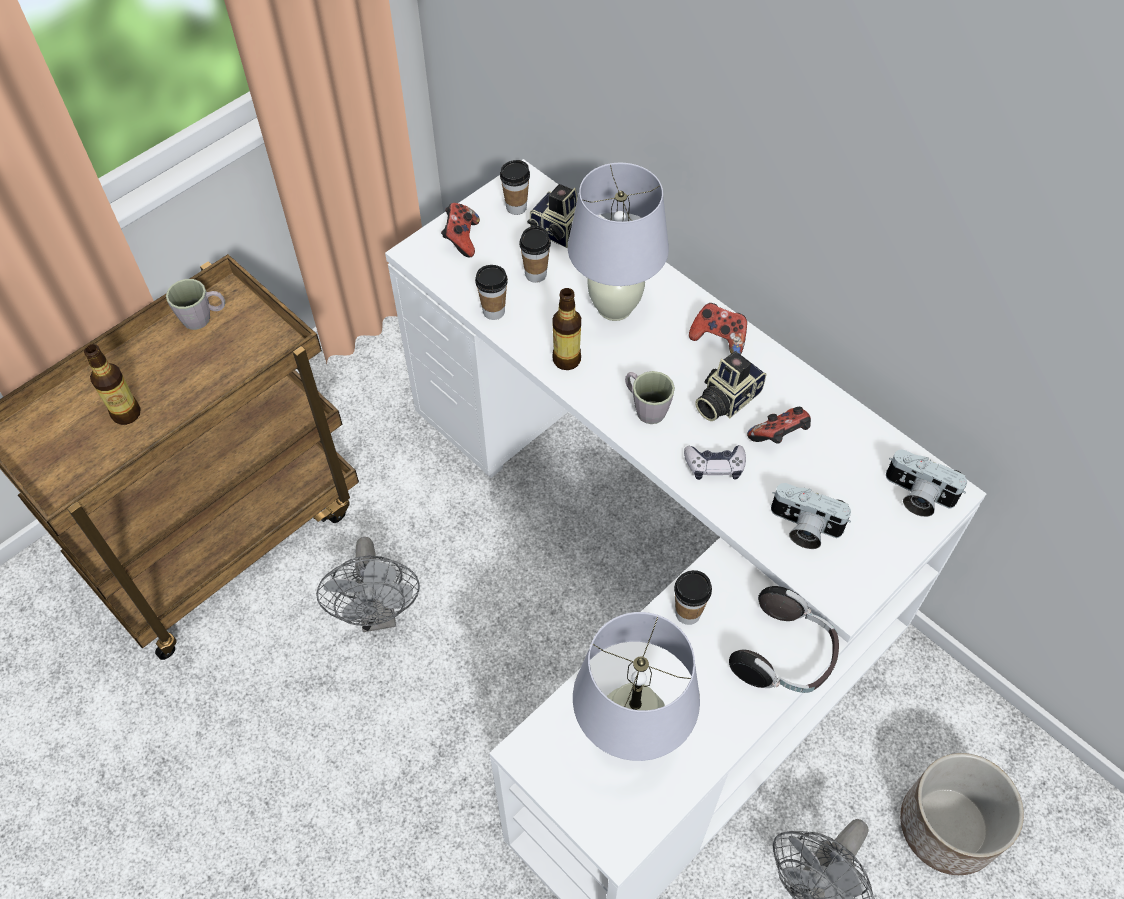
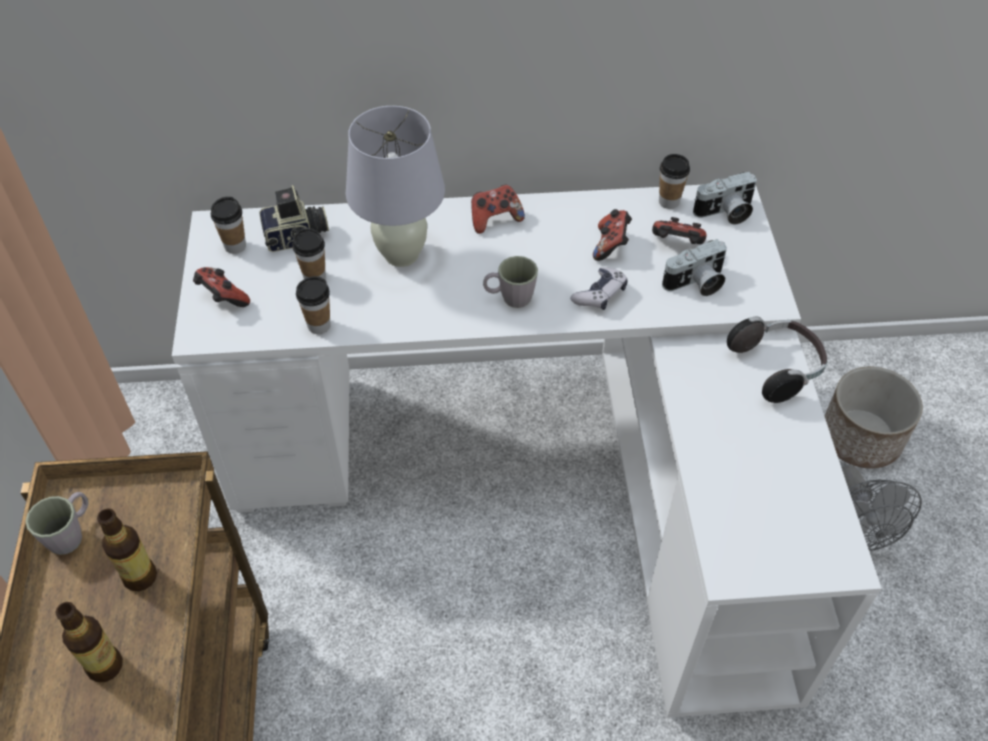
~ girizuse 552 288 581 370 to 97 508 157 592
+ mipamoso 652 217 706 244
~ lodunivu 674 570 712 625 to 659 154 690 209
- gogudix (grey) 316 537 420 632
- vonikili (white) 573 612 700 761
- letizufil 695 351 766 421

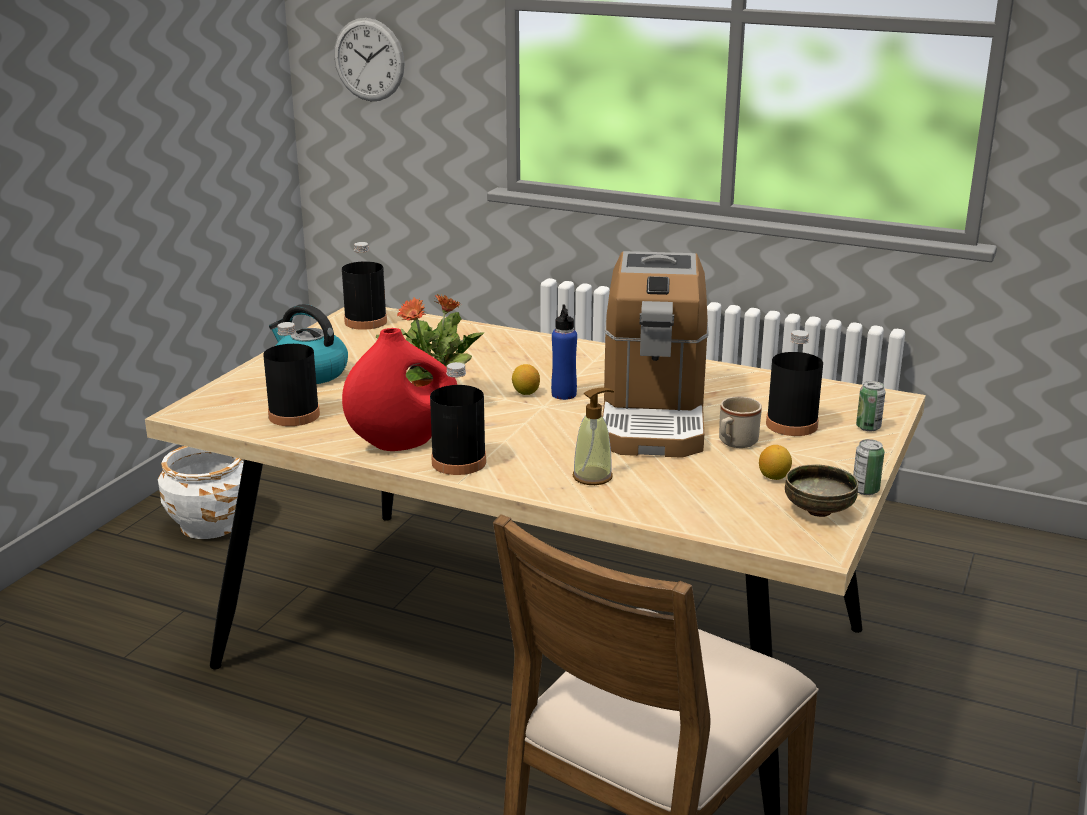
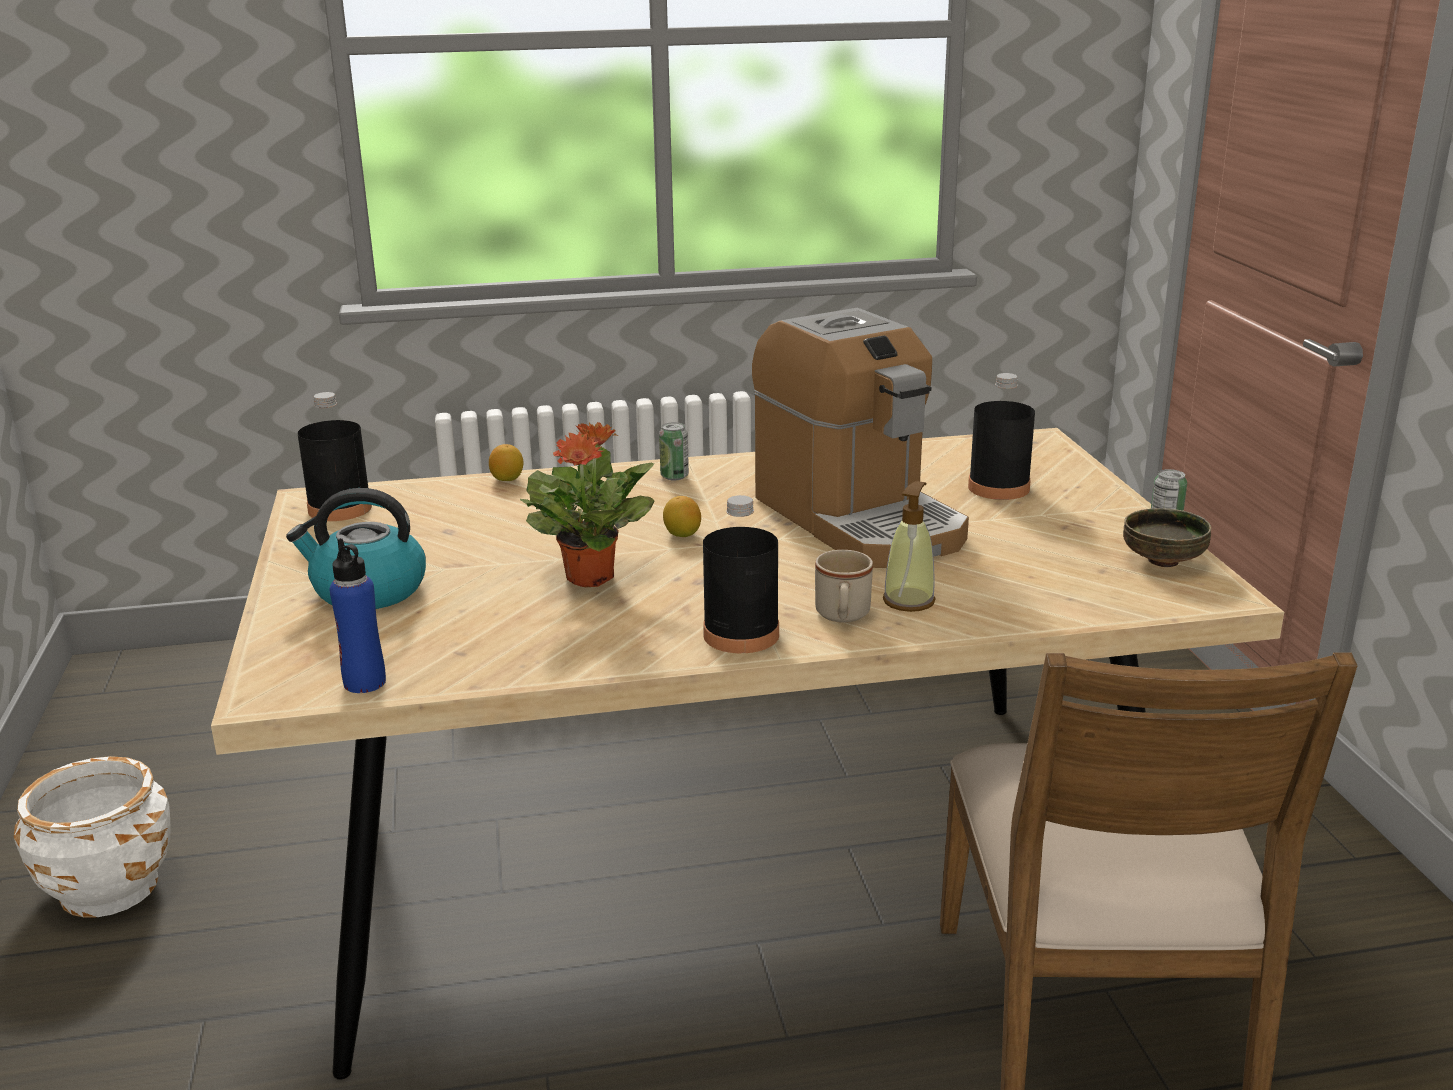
~ girizuse (blue) 551 305 577 400 to 330 538 386 693
~ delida 759 445 792 480 to 489 444 523 481
~ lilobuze 856 381 886 431 to 659 422 689 480
~ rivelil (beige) 719 397 762 448 to 815 550 873 623
- girizuse (black) 263 322 320 426
- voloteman 334 18 405 101
- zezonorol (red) 342 328 457 451

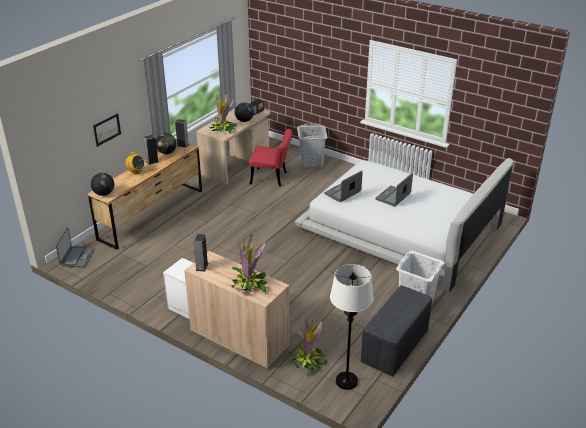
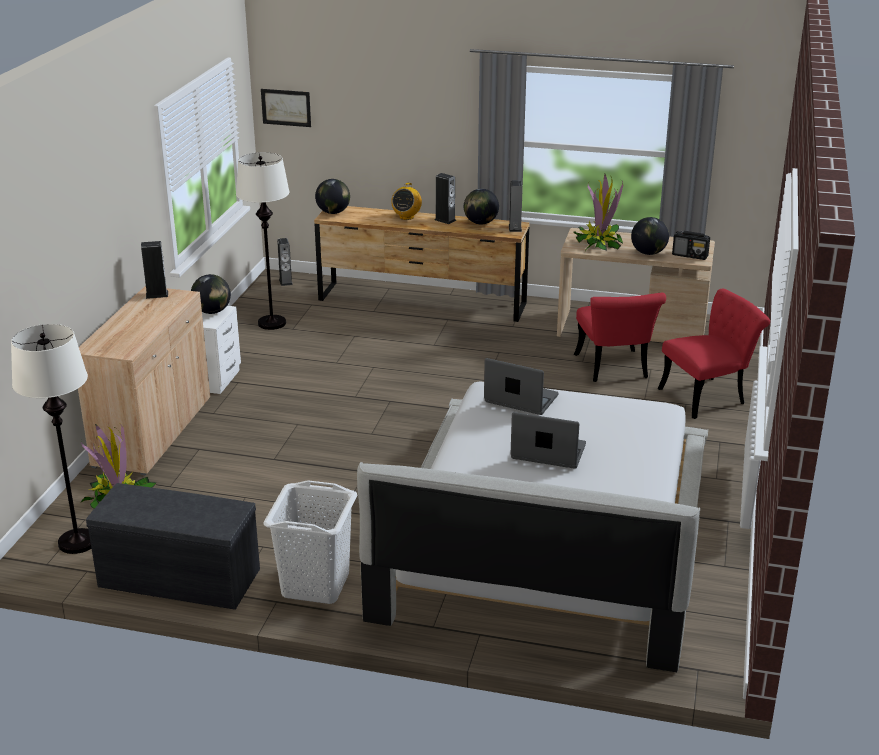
+ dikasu 191 274 231 314
+ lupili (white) 236 152 290 330
~ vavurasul 93 113 121 147 to 261 89 311 127
~ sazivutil 56 227 94 268 to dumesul 277 238 293 286
~ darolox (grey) 297 124 328 168 to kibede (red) 658 288 770 419
- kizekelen 228 234 268 292

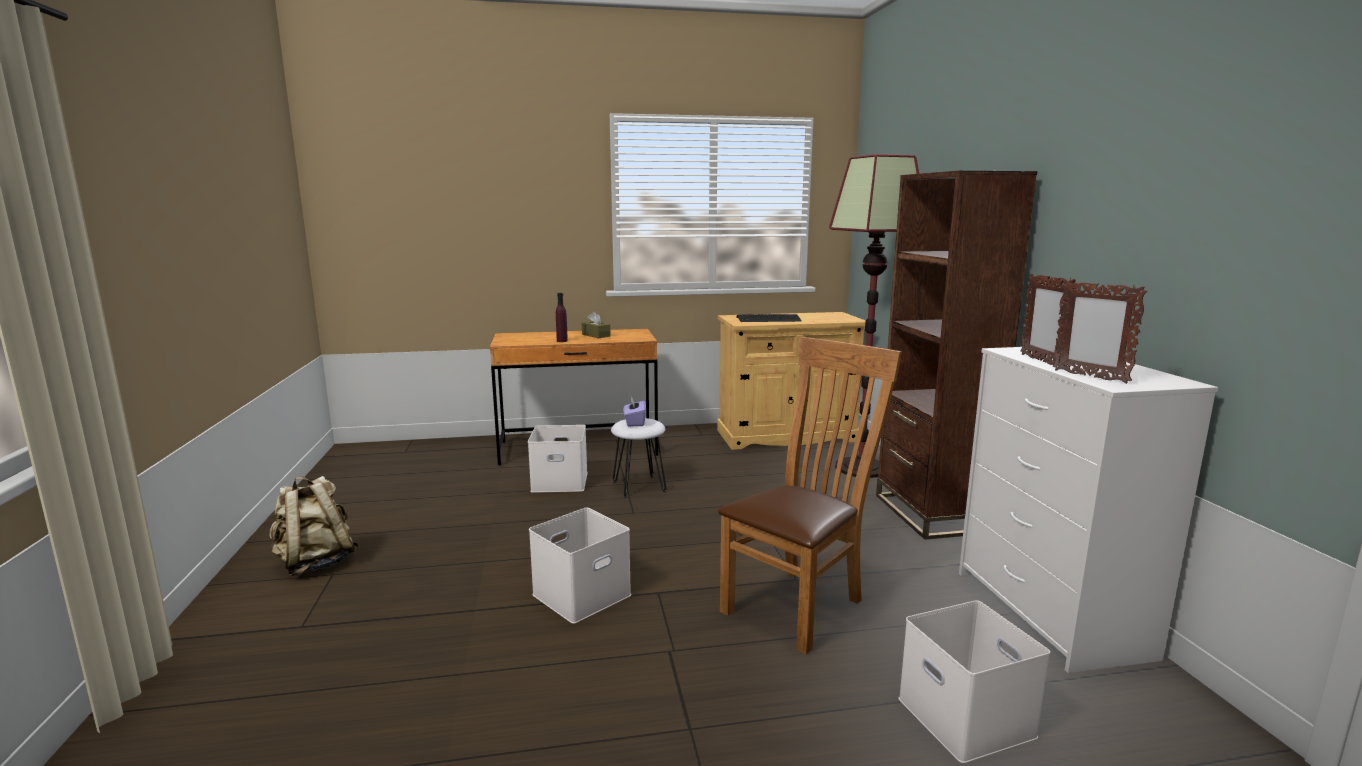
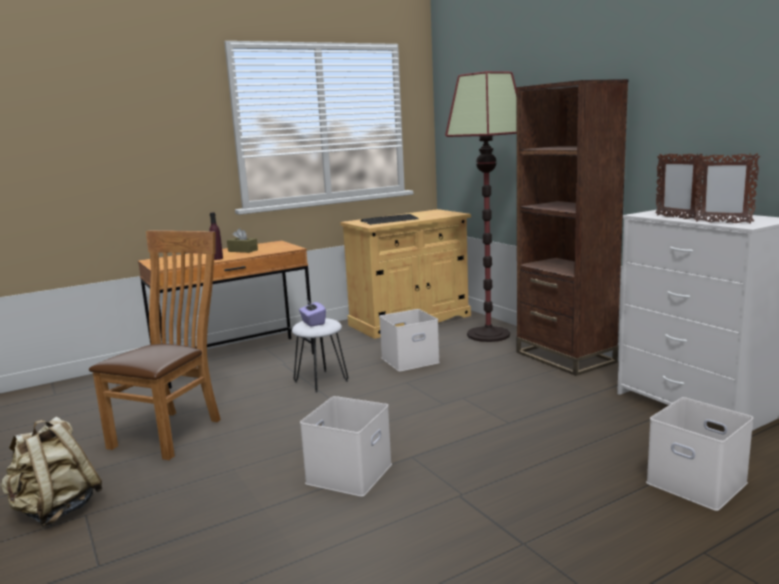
~ kibede (brown) 718 337 902 655 to 89 231 221 460
~ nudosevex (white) 528 425 588 493 to 379 309 440 372

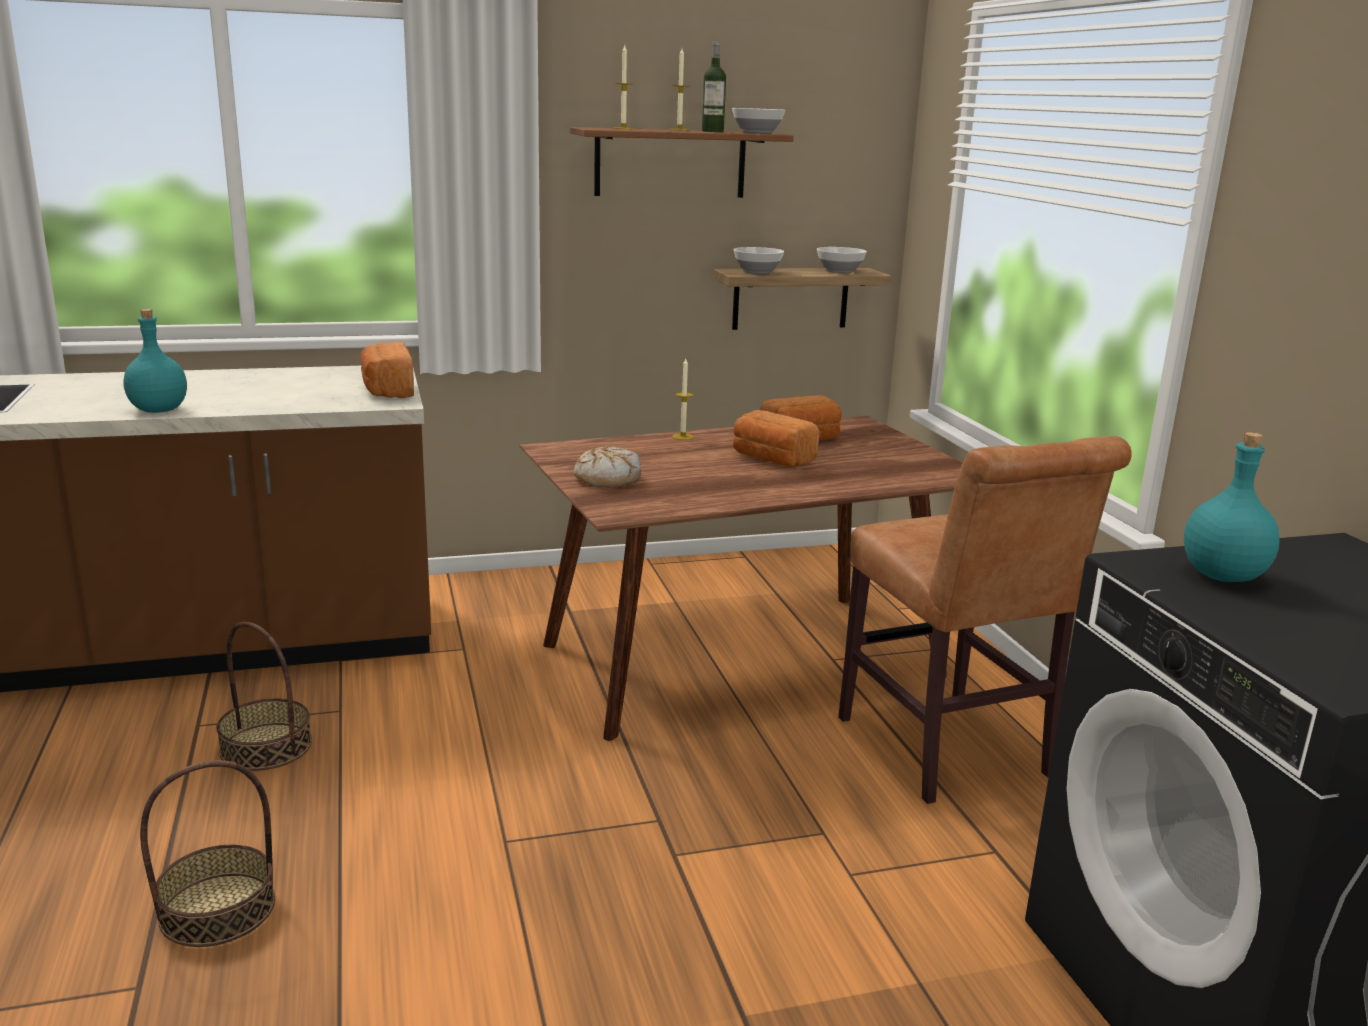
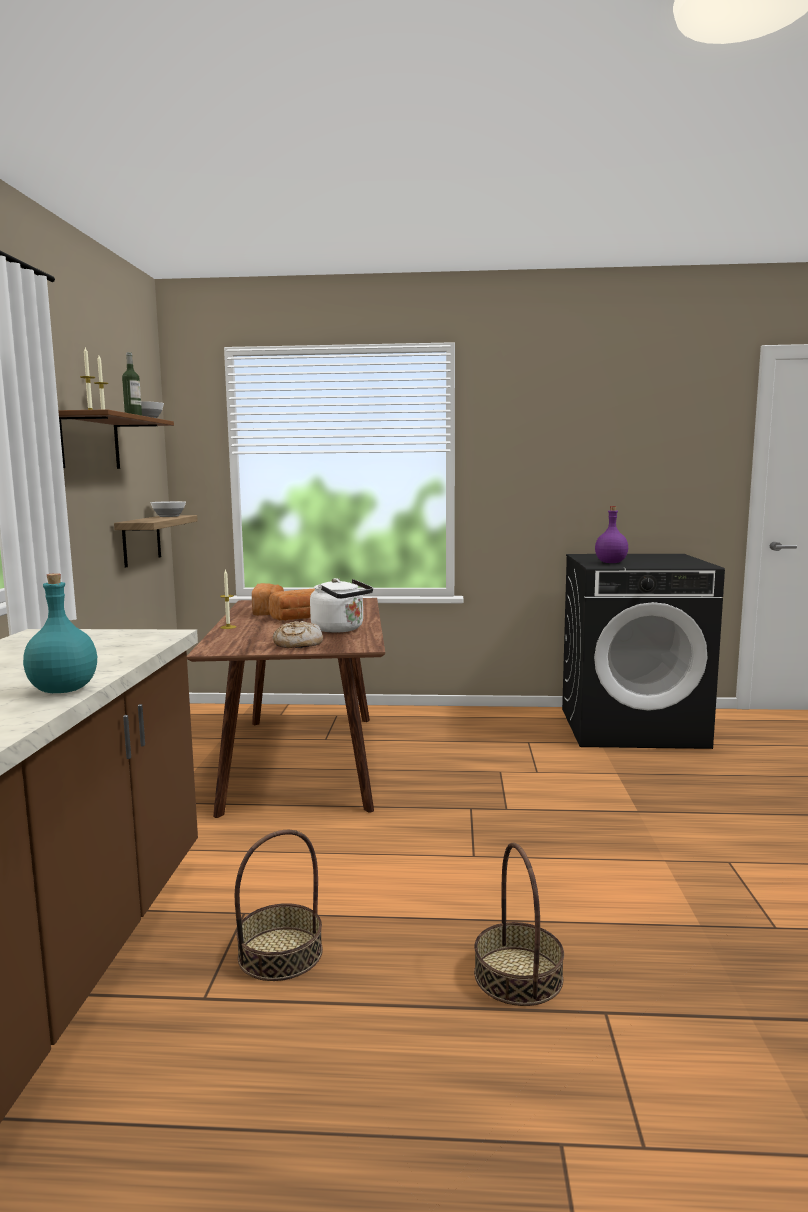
+ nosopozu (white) 310 578 373 633
~ girizuse (turquoise) 1184 432 1280 582 to girizuse (purple) 595 506 628 563
- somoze 360 341 414 398
- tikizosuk 734 247 784 274
- kibede (brown) 838 436 1132 804

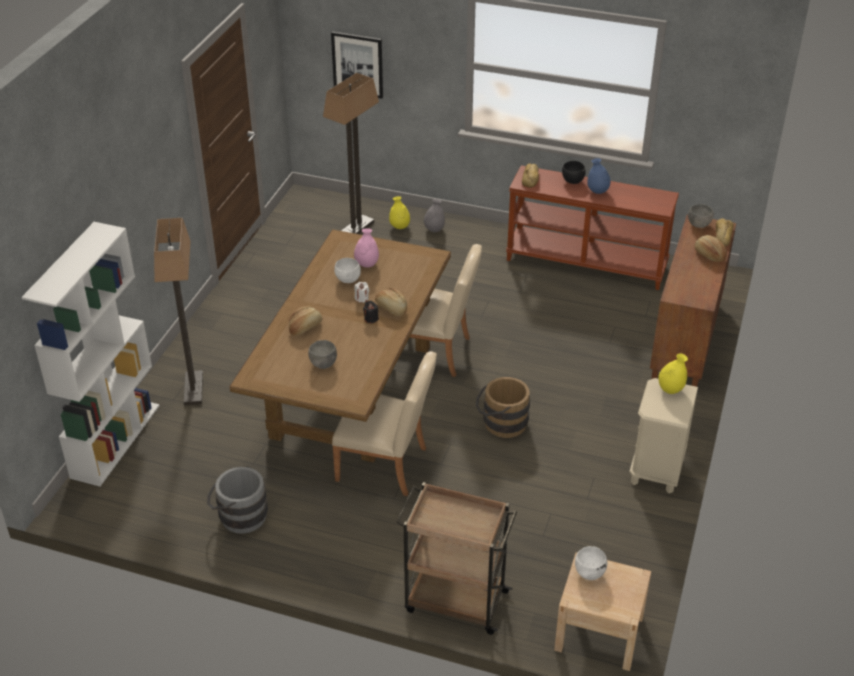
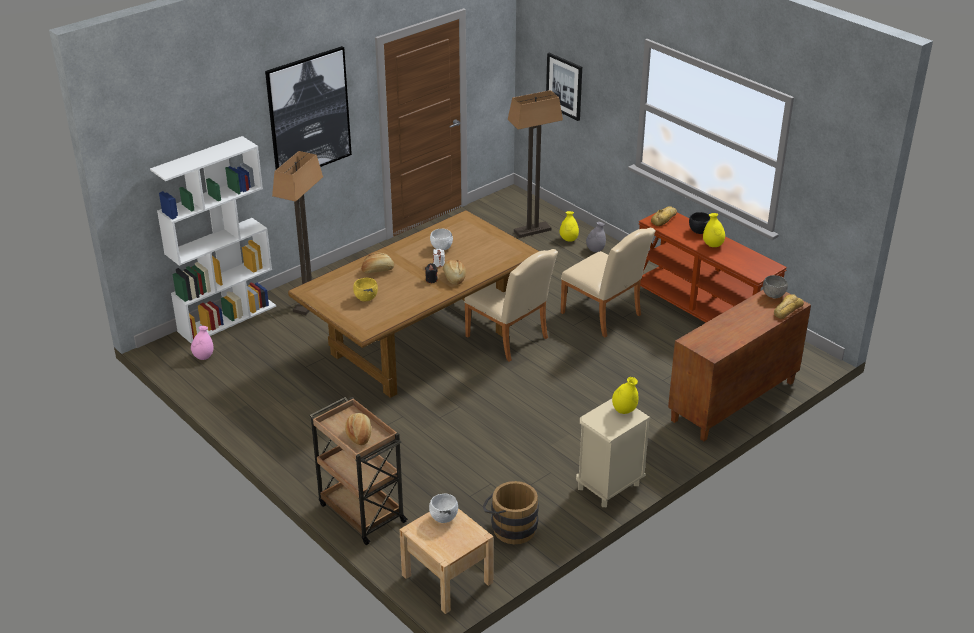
~ zezonorol (pink) 354 228 379 267 to 191 326 214 360
+ vavurasul 265 46 352 169
~ somoze 695 235 727 262 to 345 413 371 445
~ tikizosuk (grey) 308 340 337 369 to tikizosuk (yellow) 353 278 378 301
~ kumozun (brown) 476 376 530 438 to 483 481 539 544
~ kibede (beige) 332 351 437 496 to 561 227 656 337
~ zezonorol (blue) 587 158 611 194 to zezonorol (yellow) 703 213 725 247
- kumozun (grey) 207 466 268 534

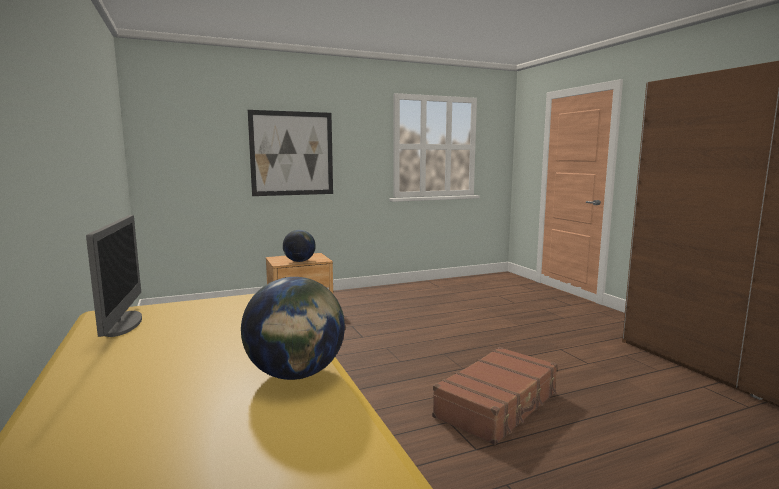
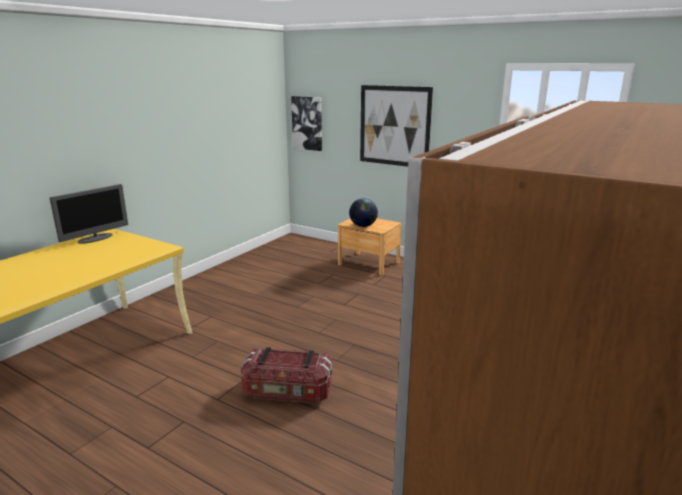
~ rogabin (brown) 432 347 557 445 to nudosevex 241 347 332 403
+ vavurasul 291 96 322 151
- dikasu 241 277 345 380

